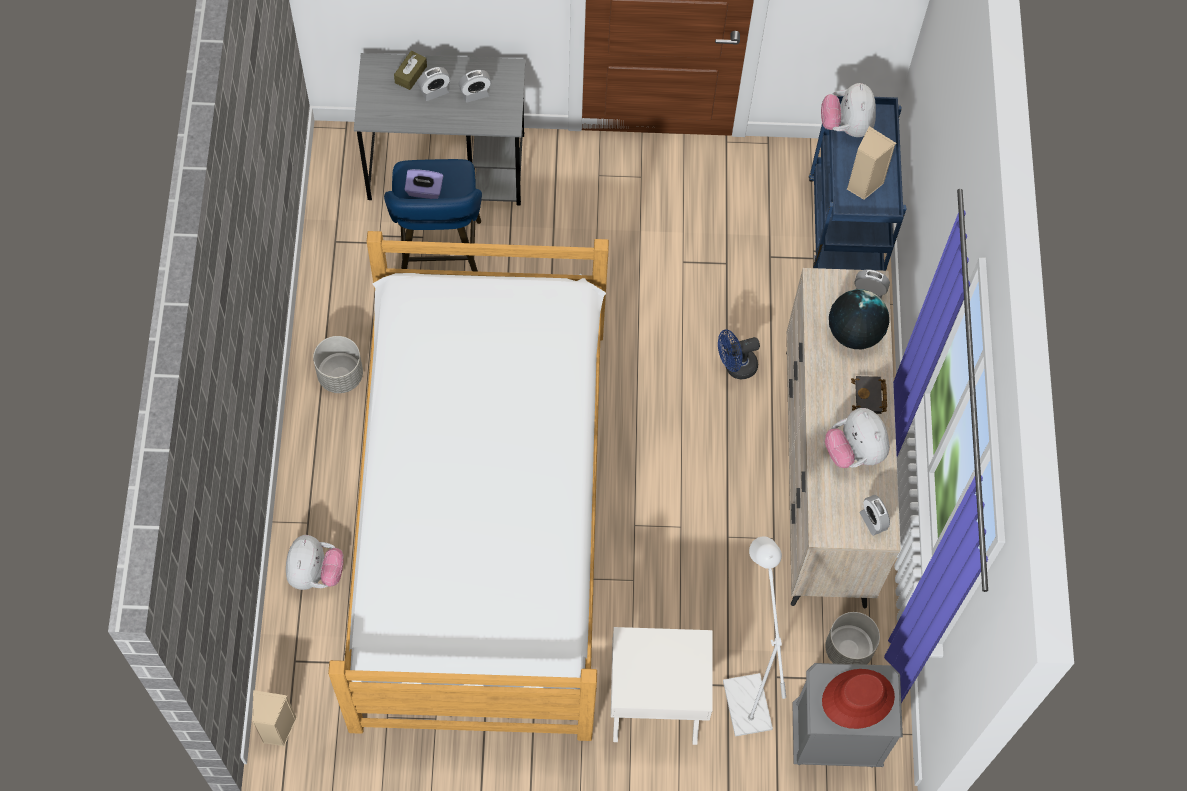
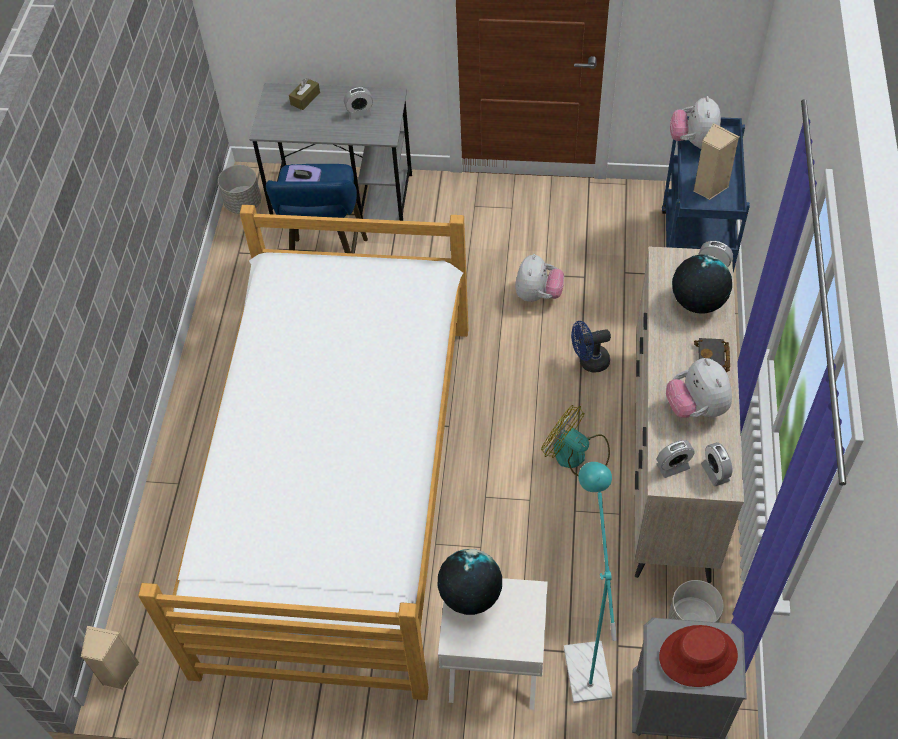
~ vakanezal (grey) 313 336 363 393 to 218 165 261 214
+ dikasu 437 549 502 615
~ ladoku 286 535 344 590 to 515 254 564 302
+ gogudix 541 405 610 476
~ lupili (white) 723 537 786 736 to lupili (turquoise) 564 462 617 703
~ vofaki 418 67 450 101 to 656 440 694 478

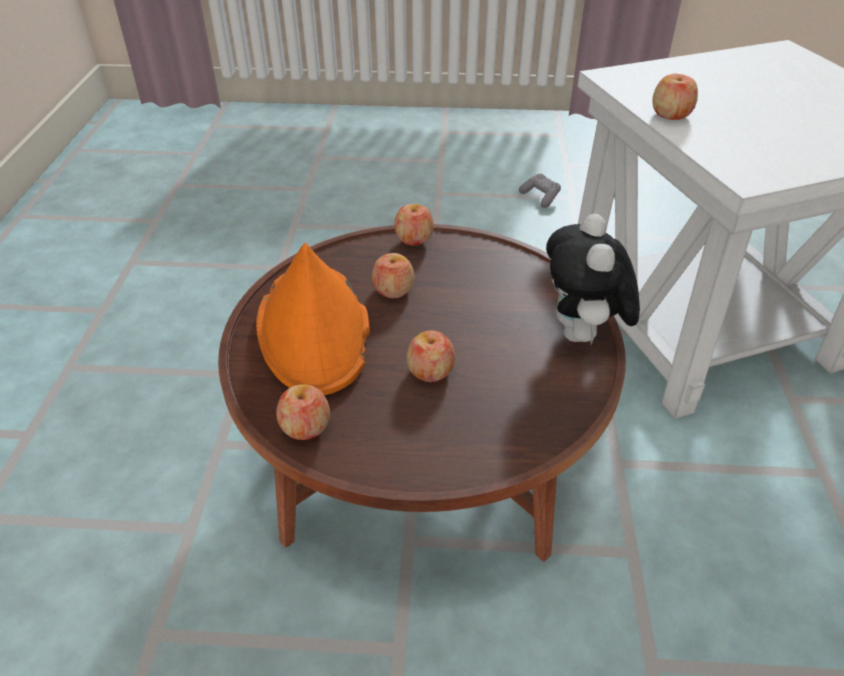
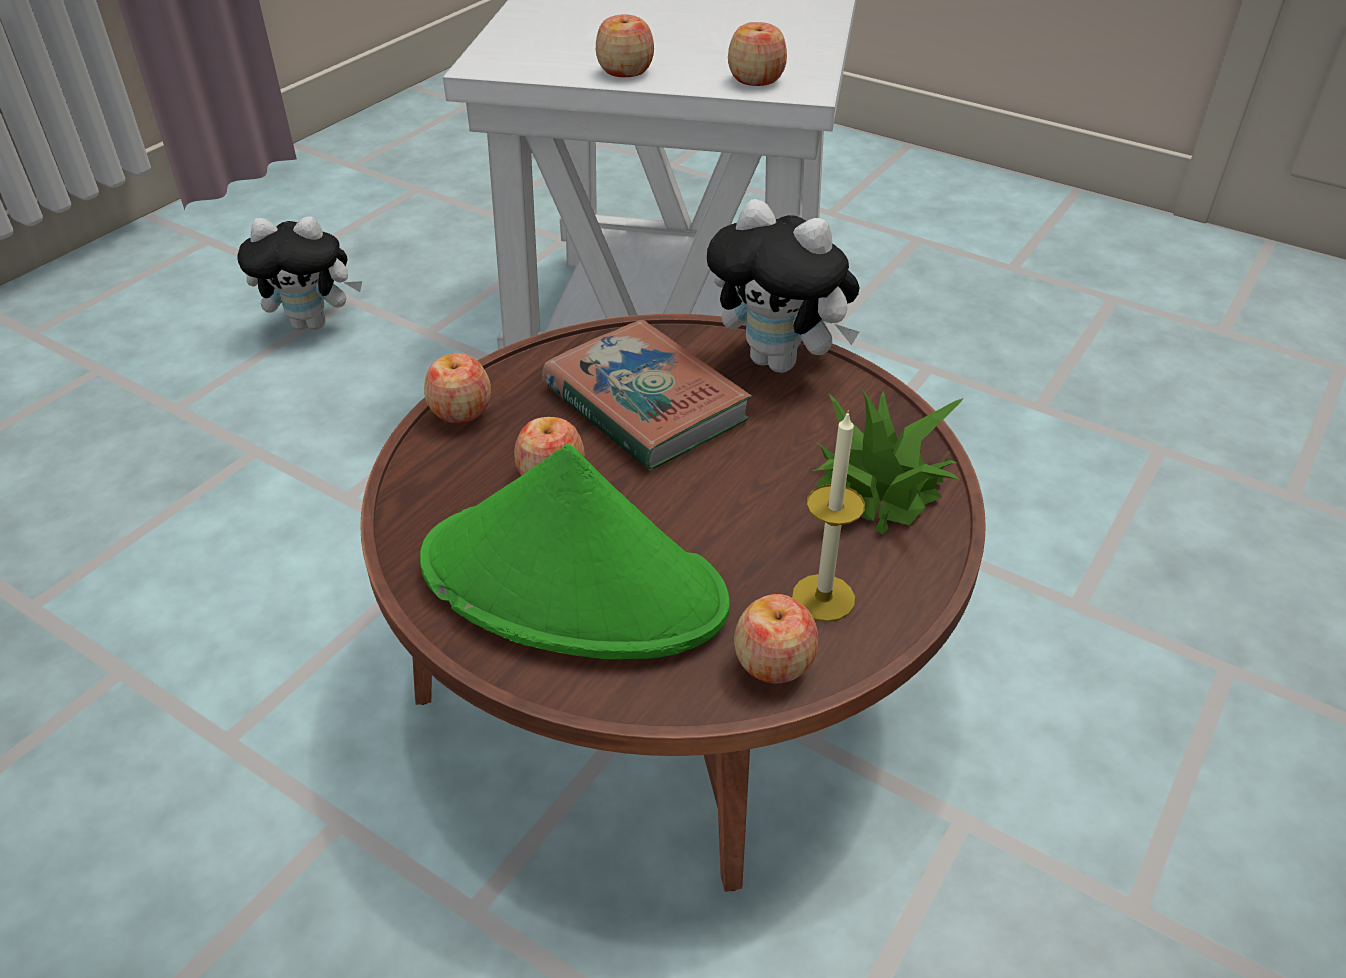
~ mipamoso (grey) 519 174 561 208 to ladoku 237 216 362 330
~ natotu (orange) 256 243 370 395 to natotu (green) 420 444 730 659
+ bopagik 542 320 752 471
~ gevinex 407 331 455 382 to 728 22 787 86
+ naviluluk 792 411 865 622
+ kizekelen 813 388 964 534

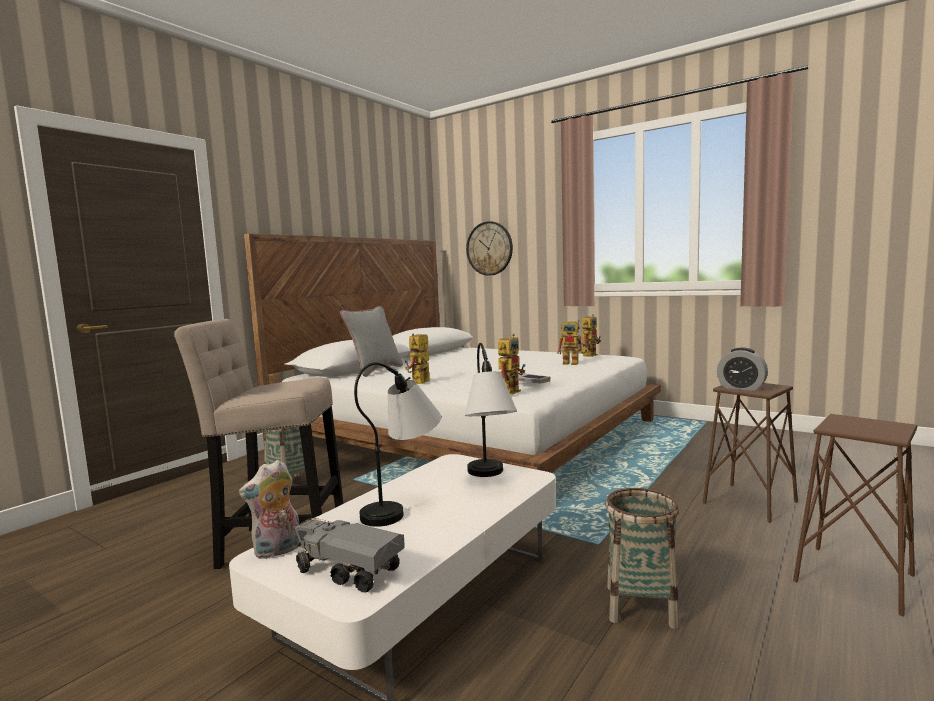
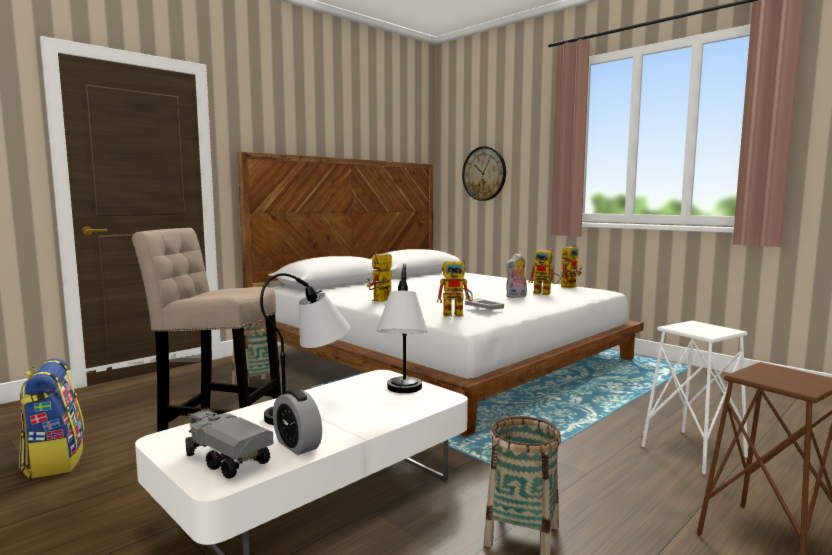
+ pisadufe 19 358 85 478
~ vofaki 717 348 768 391 to 273 389 322 455
~ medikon 498 334 526 395 = 437 258 473 317 45 degrees clockwise
~ ladoku 239 460 300 559 to 505 253 527 298
~ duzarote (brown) 703 383 798 523 to duzarote (white) 641 321 748 474
- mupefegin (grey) 340 306 403 377

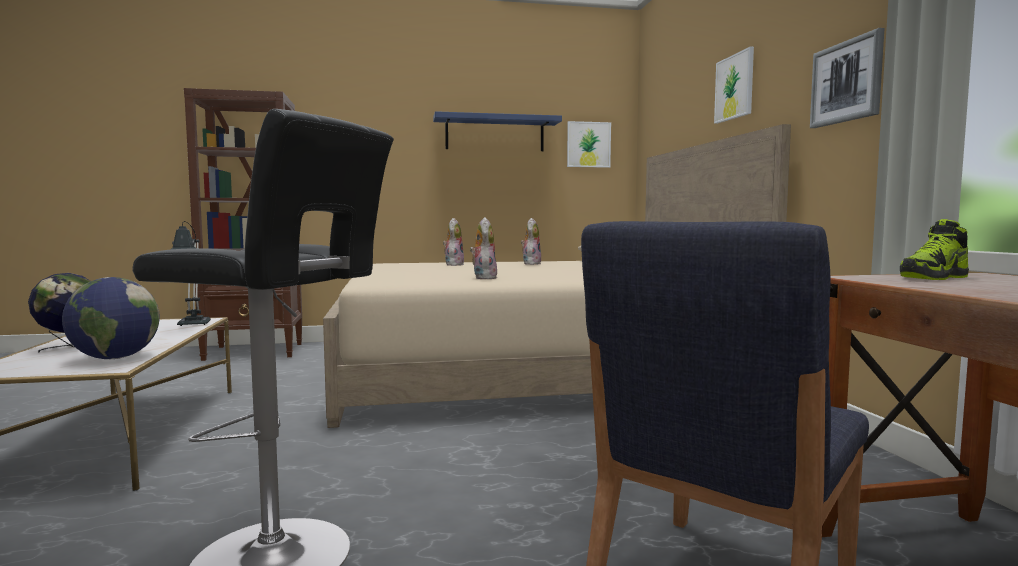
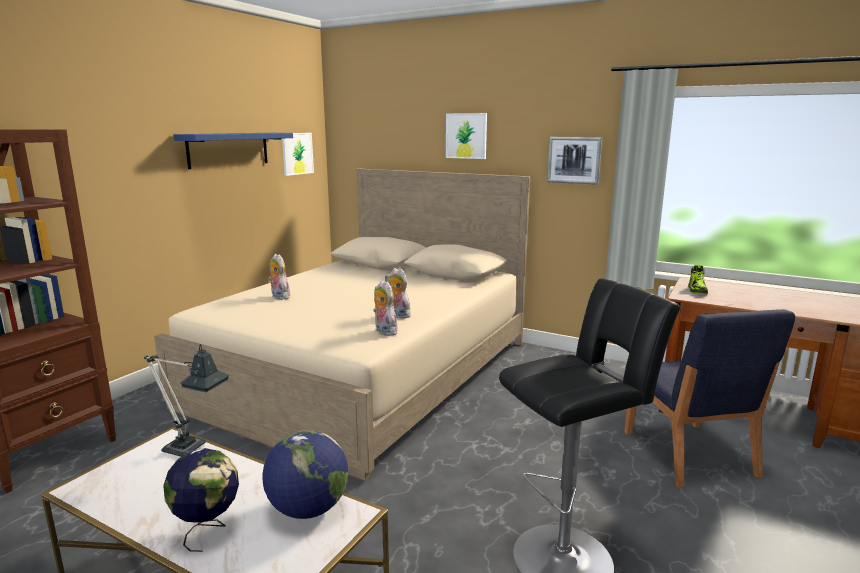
~ ladoku 521 218 541 265 to 373 280 398 336

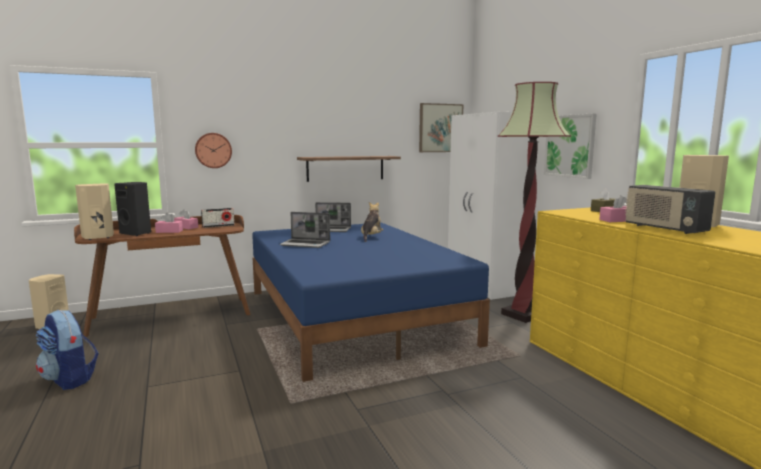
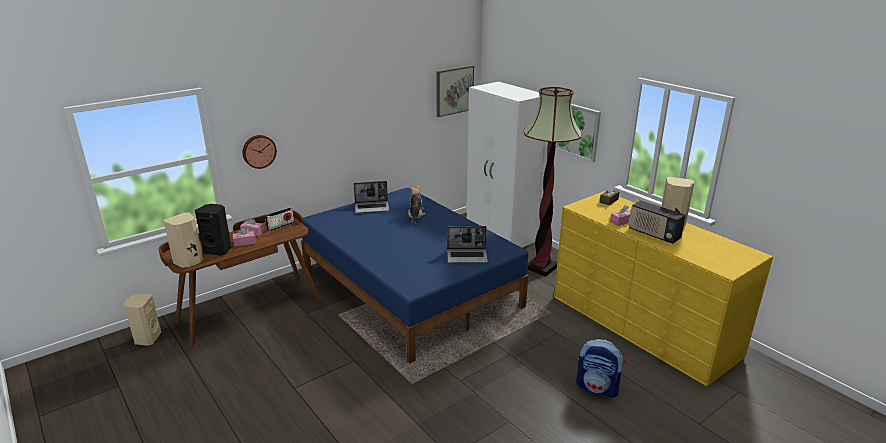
~ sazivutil 280 212 330 248 to 447 226 488 263
~ pisadufe 36 310 99 390 to 576 339 625 398
- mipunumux 297 156 401 182

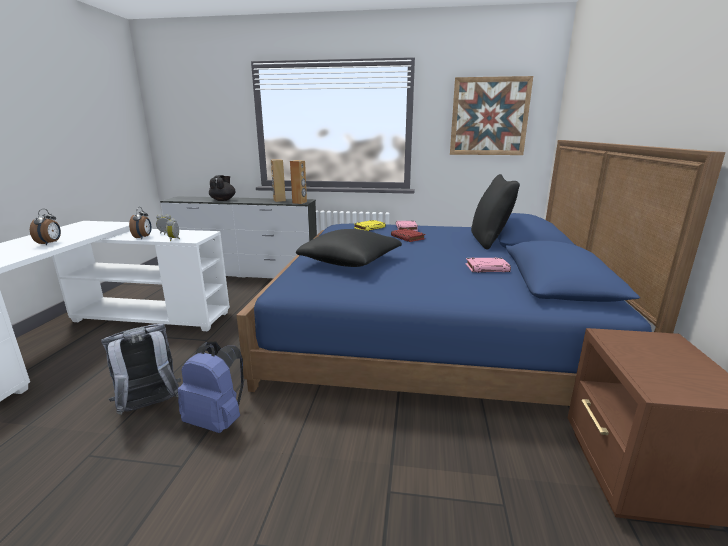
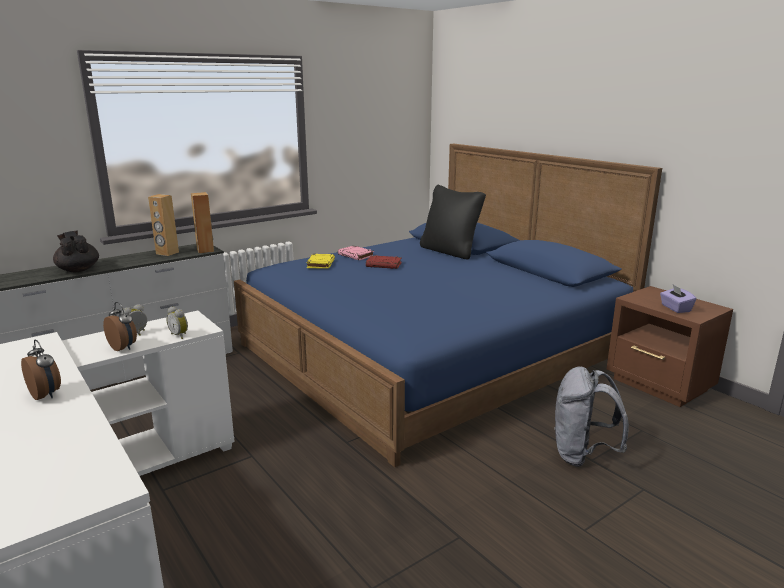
~ pisadufe (grey) 101 324 181 415 to 554 366 629 467
+ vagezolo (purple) 660 285 696 313
- pisadufe (blue) 178 342 244 433
- mupefegin (black) 296 229 402 267
- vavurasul 450 76 533 155
- bopagik (pink) 466 257 511 273

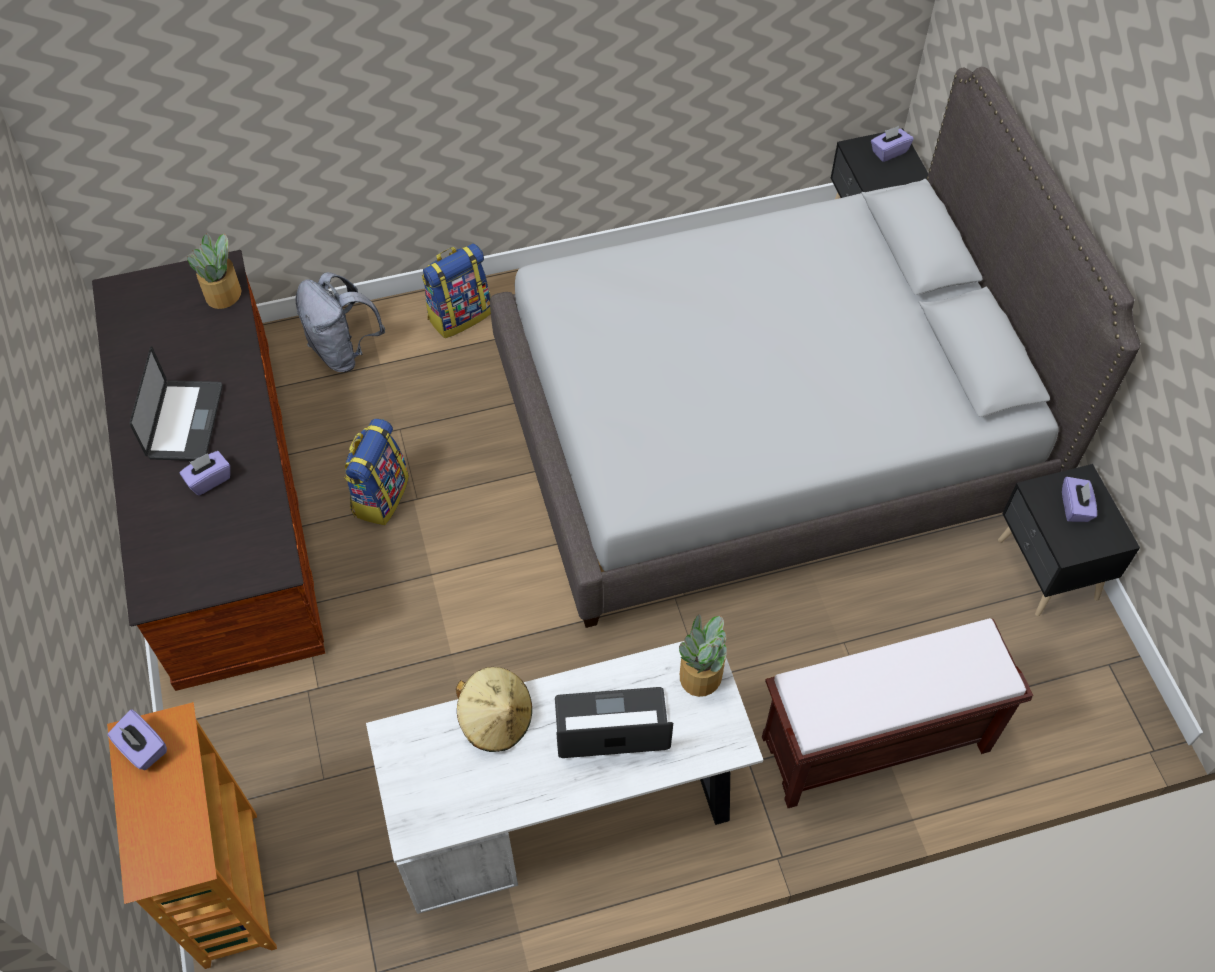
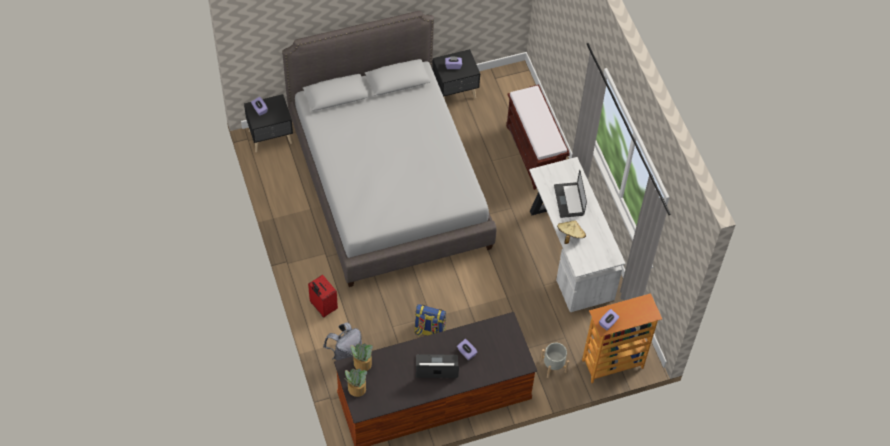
~ pisadufe 422 243 491 338 to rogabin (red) 308 275 338 318
~ kizekelen 679 614 727 697 to 345 368 367 397
+ vakanezal (grey) 540 343 569 378

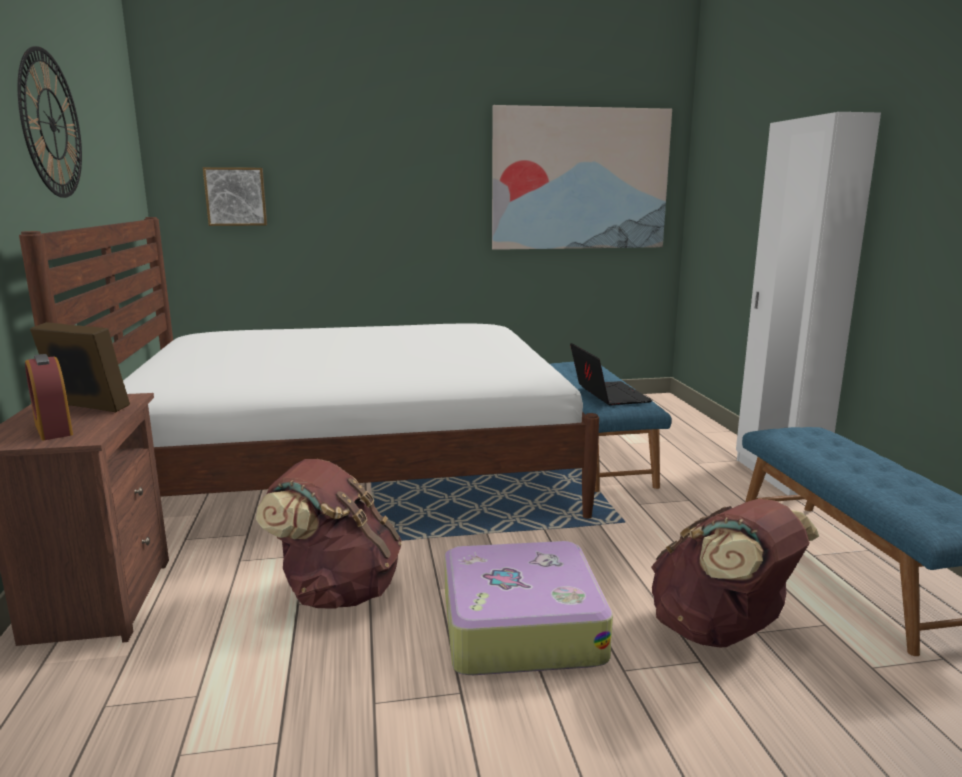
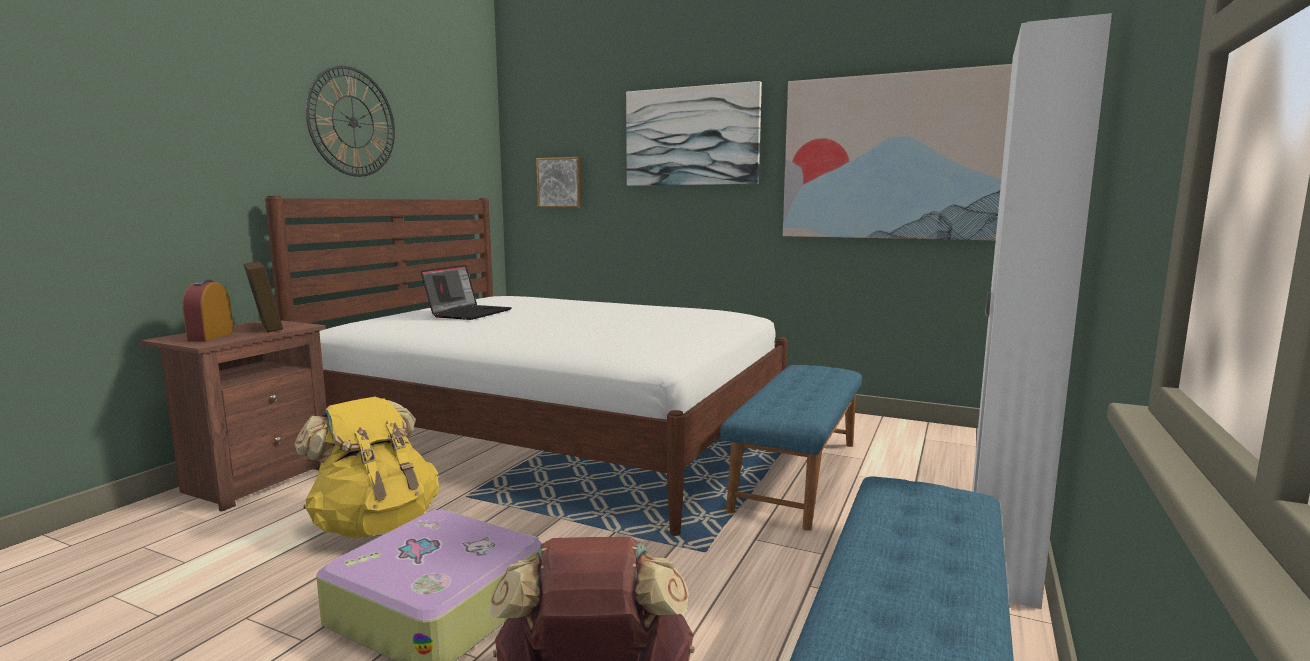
~ pisadufe (brown) 256 459 402 609 to pisadufe (yellow) 294 397 439 538
~ sazivutil 570 343 653 406 to 421 265 512 320
+ vavurasul 626 81 762 186

